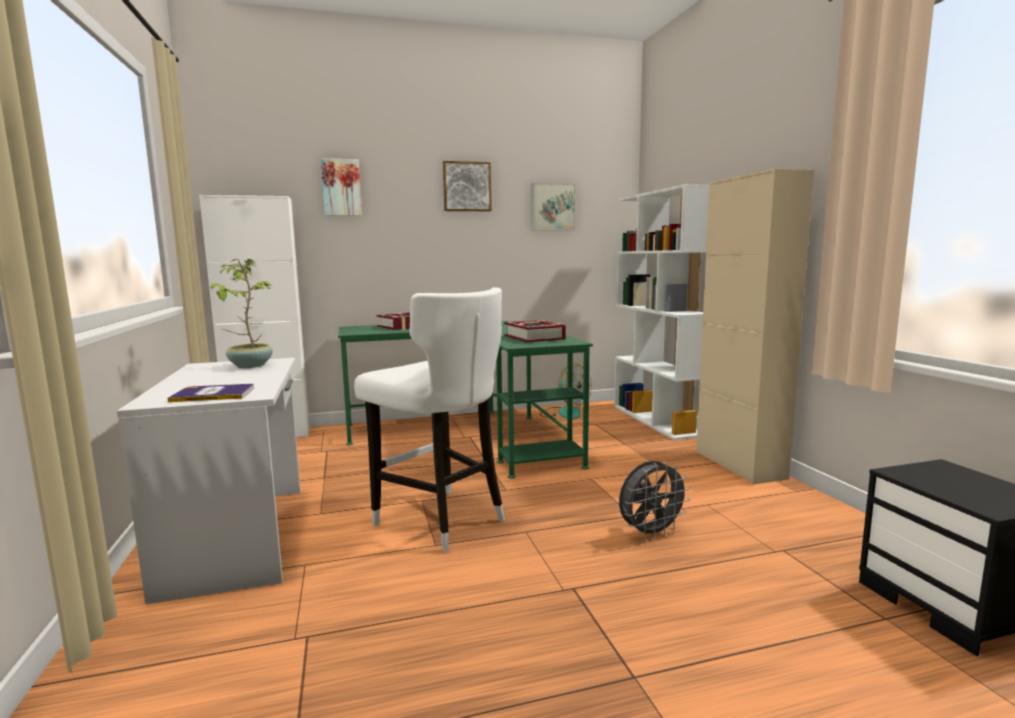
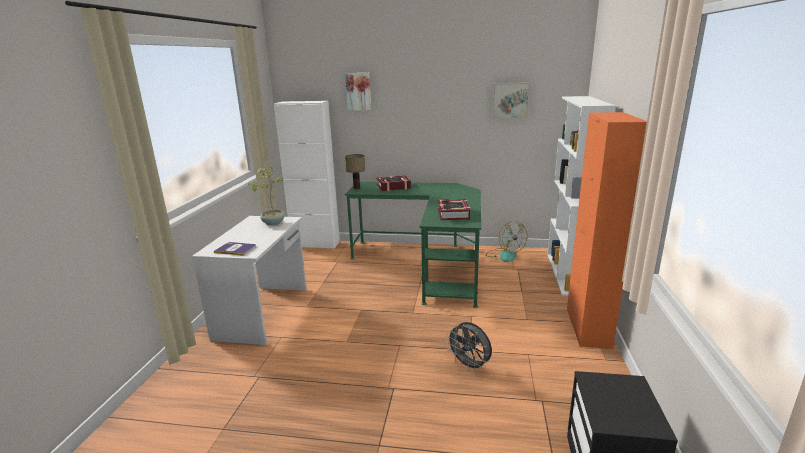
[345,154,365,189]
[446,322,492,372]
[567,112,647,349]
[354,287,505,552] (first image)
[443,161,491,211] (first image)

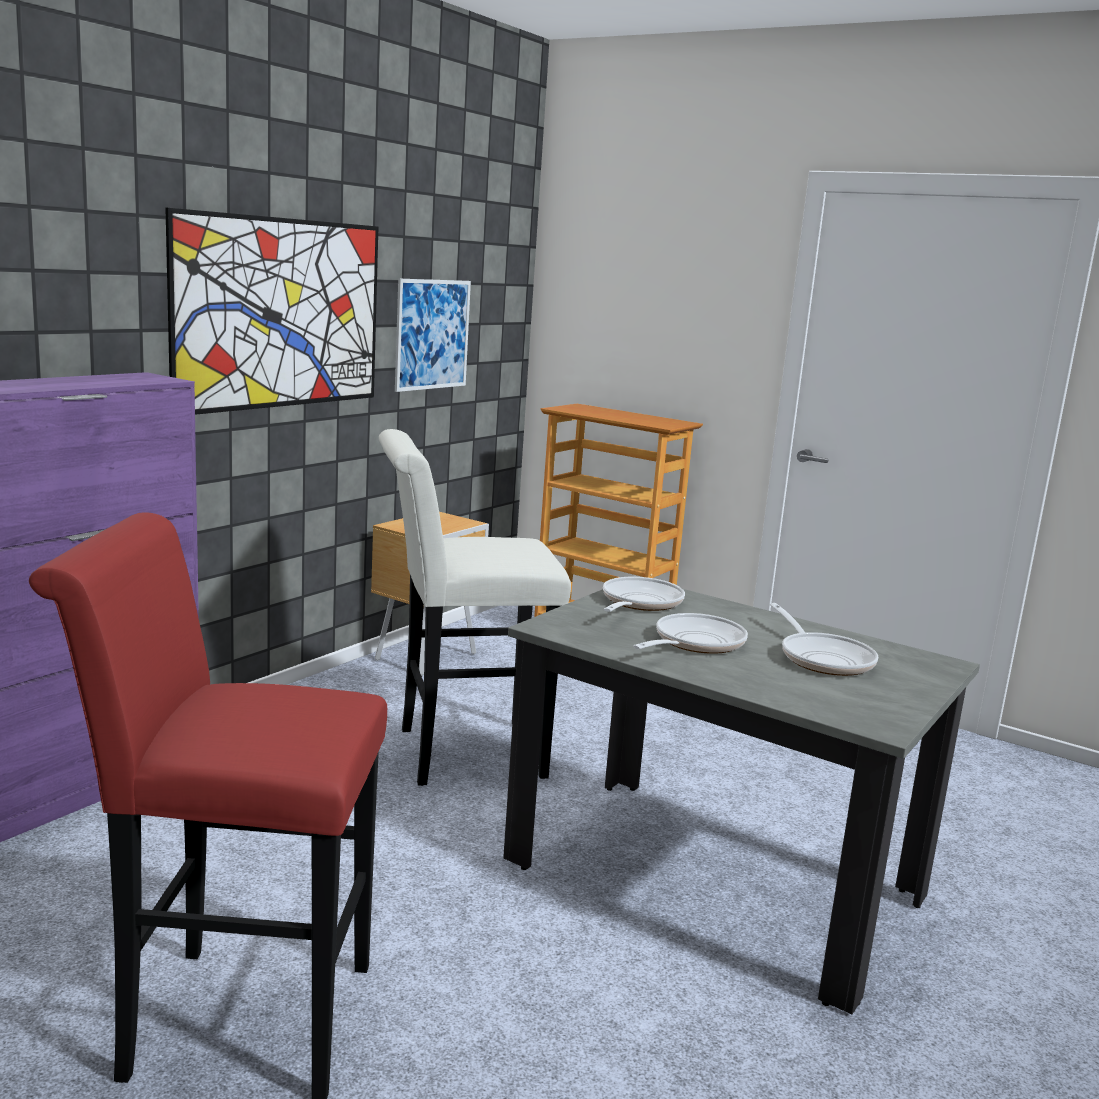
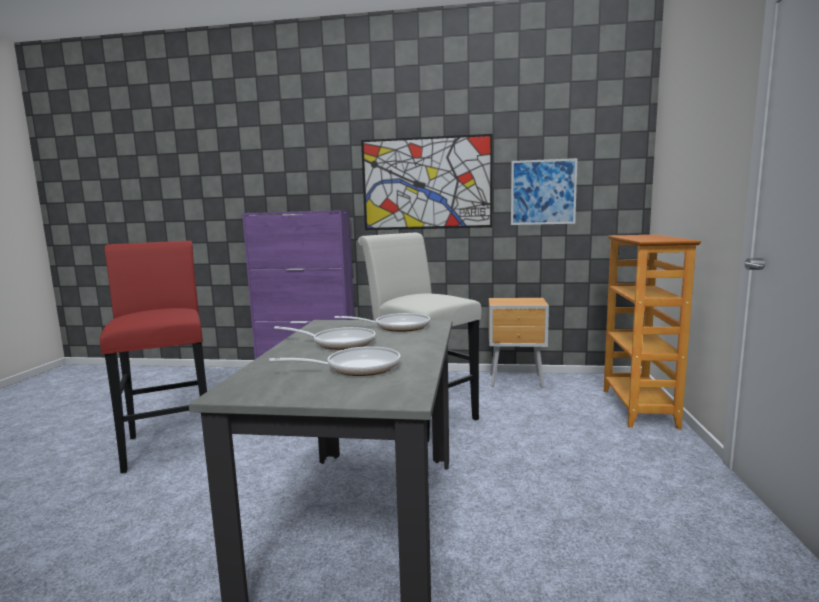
[269,346,401,376]

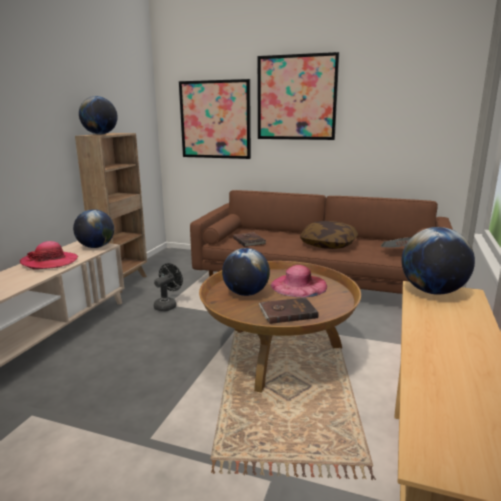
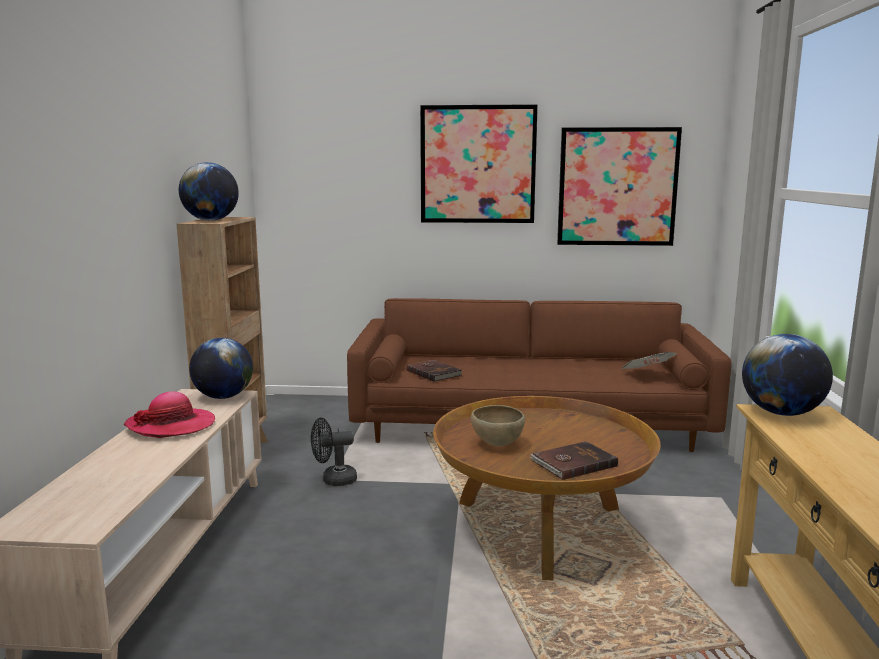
[311,418,357,486]
[471,405,525,446]
[557,127,682,246]
[271,265,327,297] (first image)
[300,221,358,249] (first image)

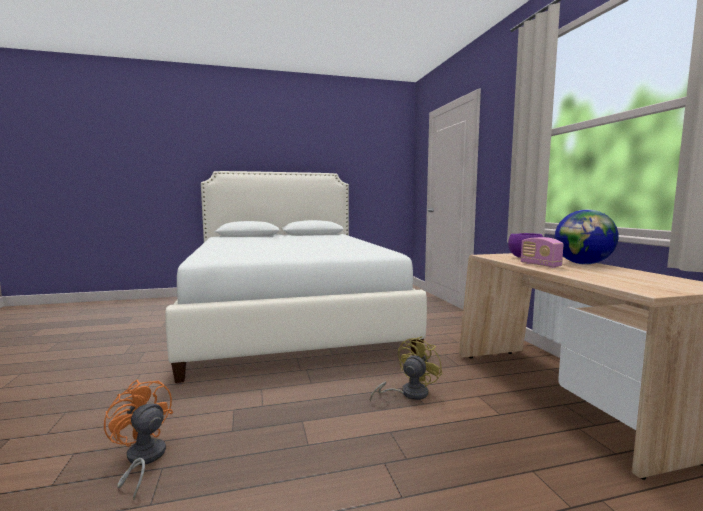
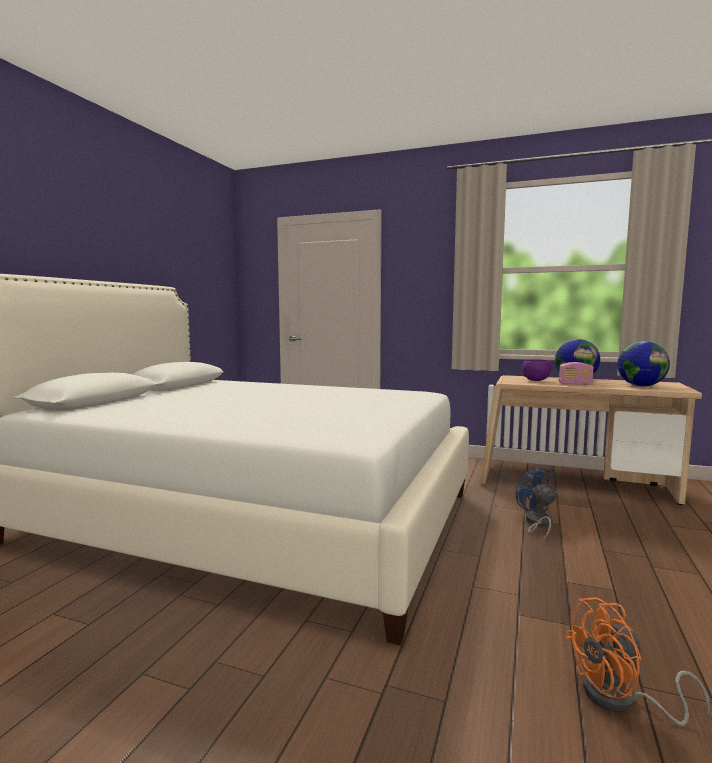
[516,465,557,541]
[617,341,670,387]

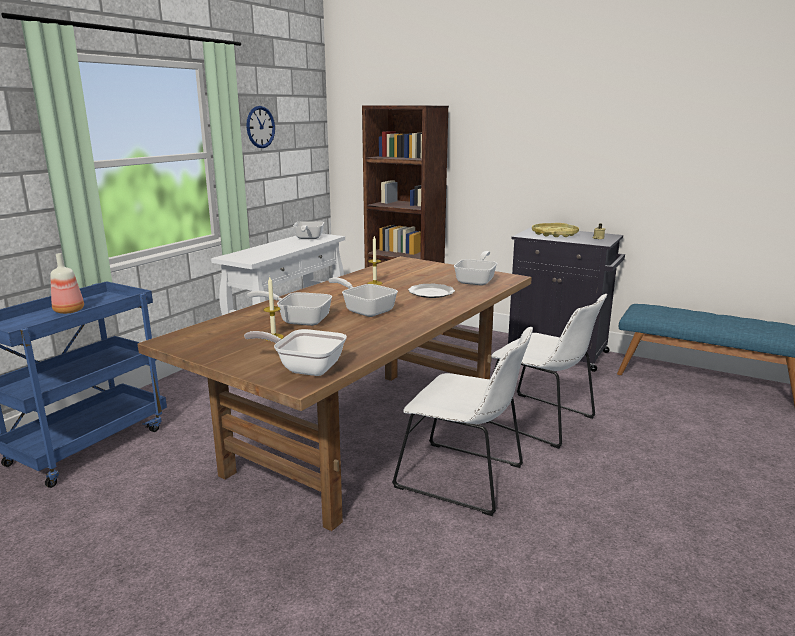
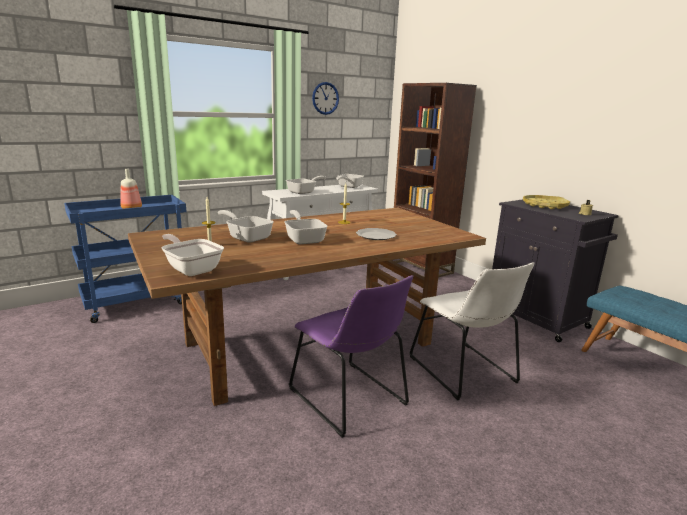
[286,176,326,194]
[289,275,413,438]

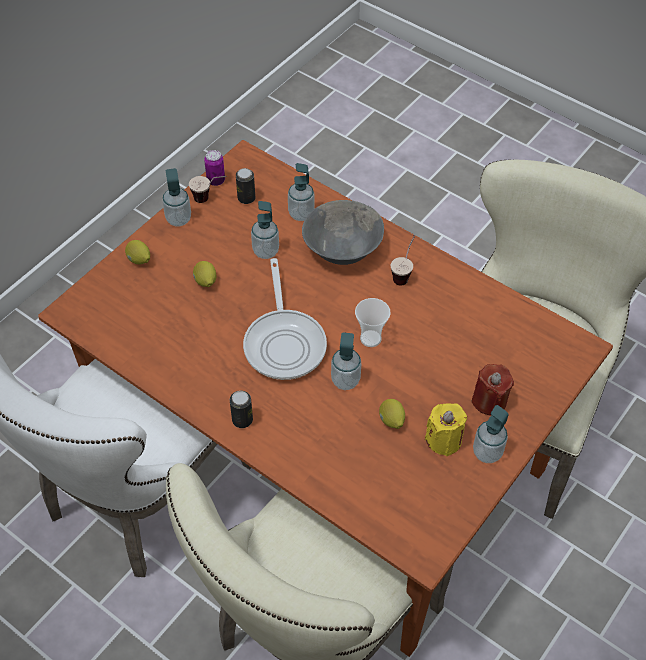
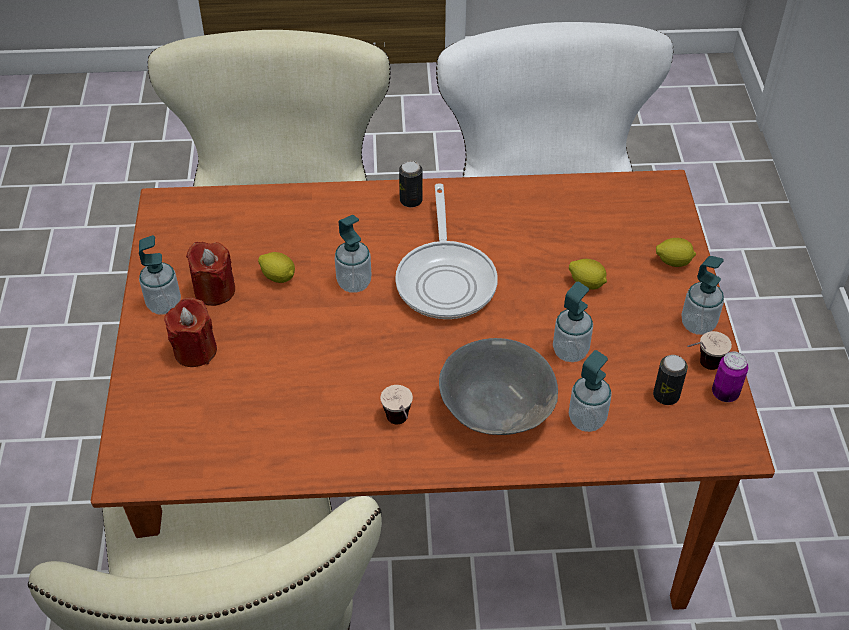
[186,242,235,306]
[395,184,498,319]
[355,298,391,347] (first image)

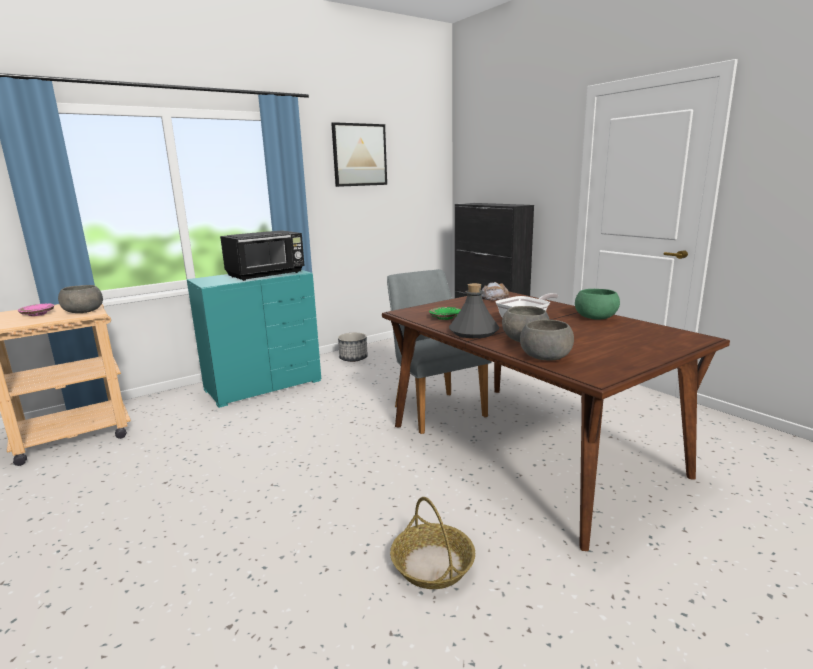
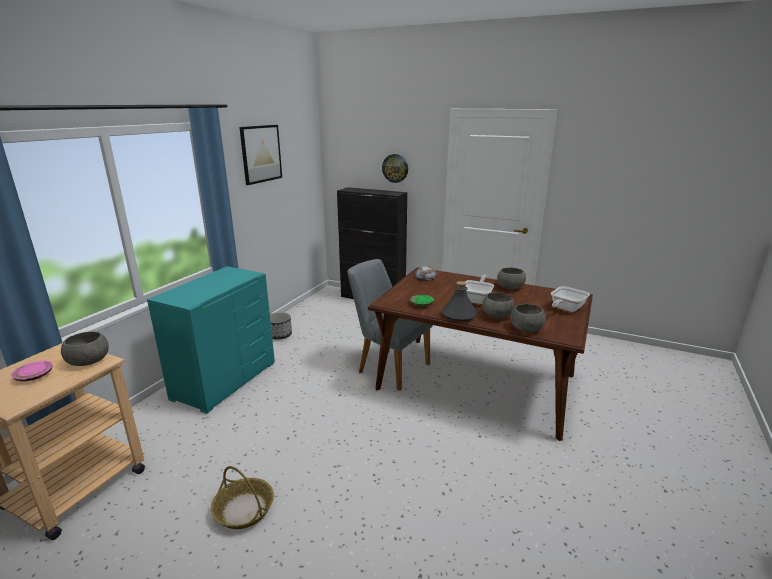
[211,466,274,529]
[382,154,408,183]
[497,267,526,290]
[551,286,590,312]
[220,230,305,281] (first image)

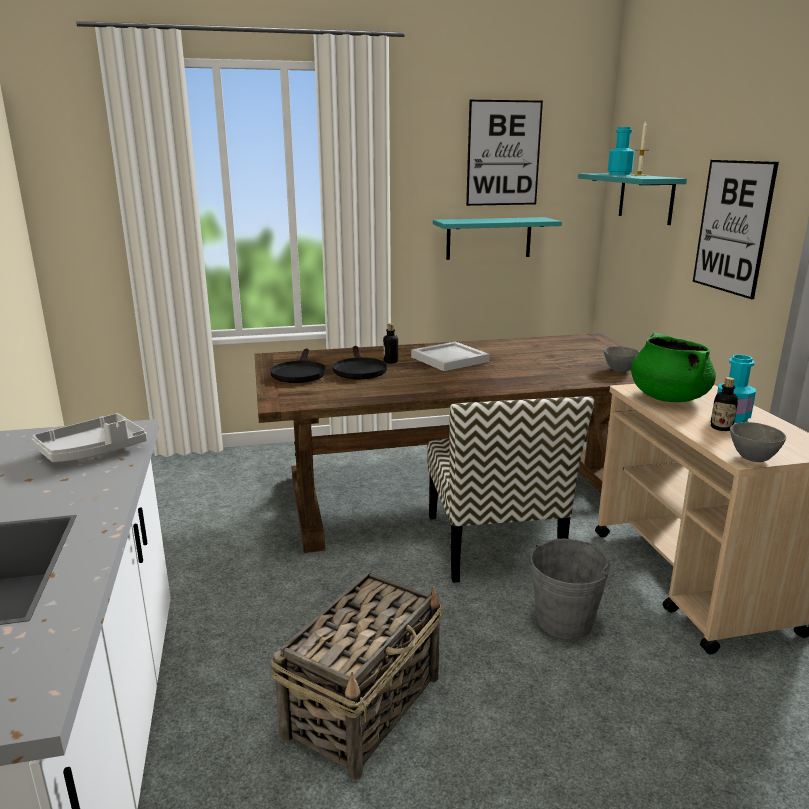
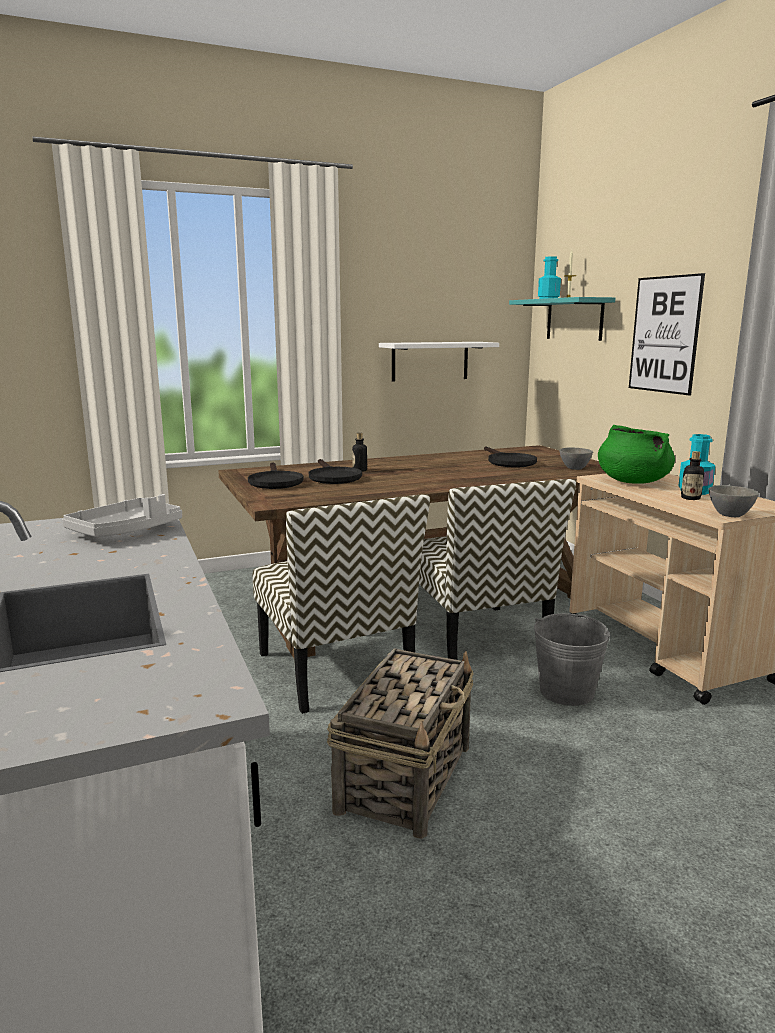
[253,494,430,714]
[379,342,499,382]
[484,446,537,468]
[411,342,490,371] (first image)
[466,100,543,206] (first image)

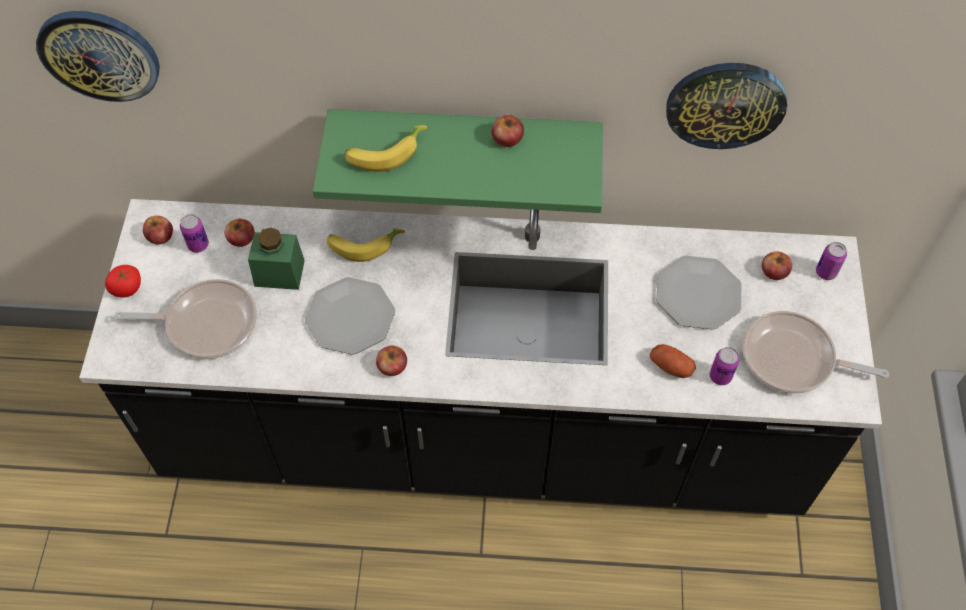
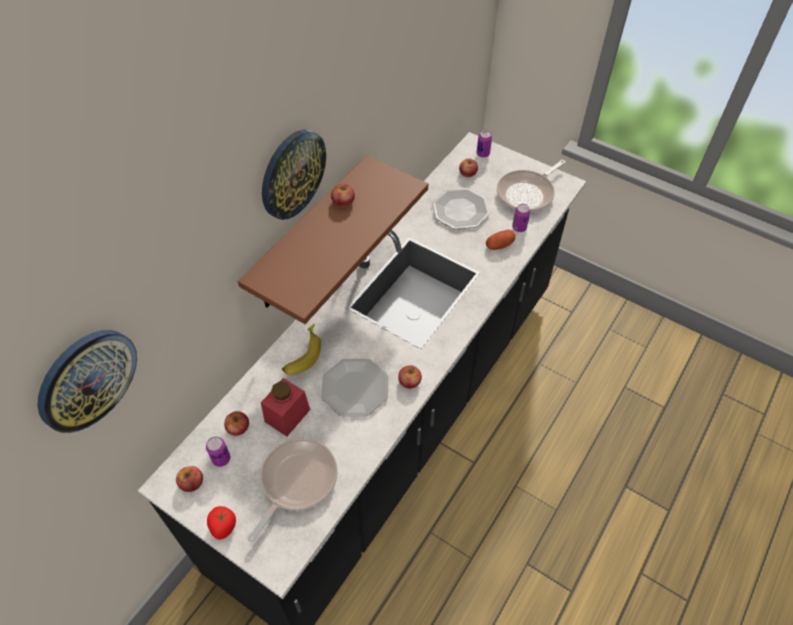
[238,155,428,324]
[261,378,310,437]
[262,129,326,220]
[345,125,427,172] (first image)

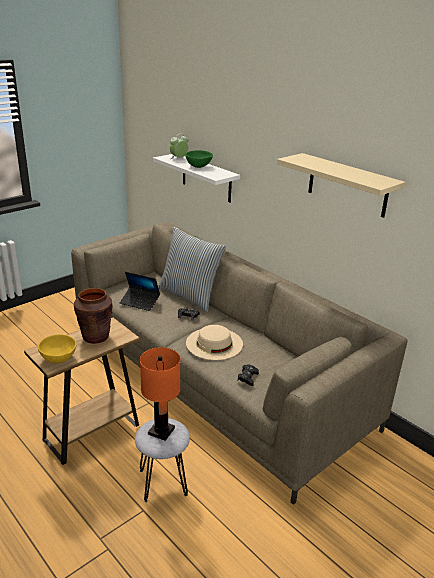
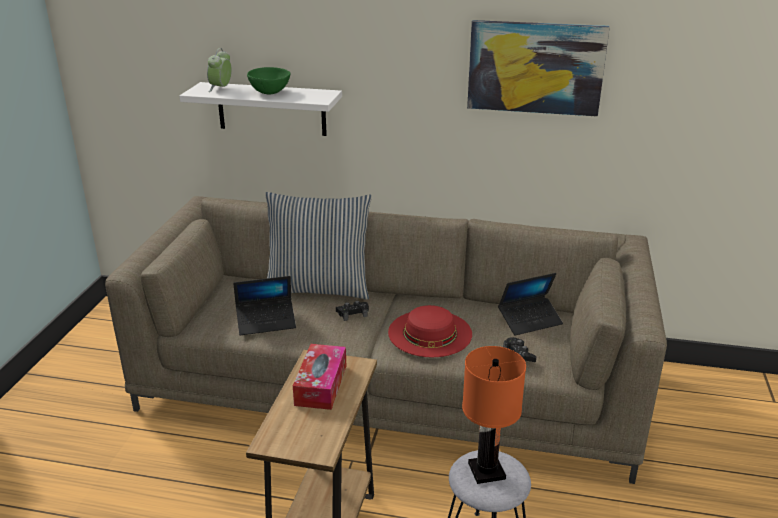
[293,344,346,410]
[388,305,472,357]
[467,20,610,117]
[498,273,563,336]
[38,334,77,363] (first image)

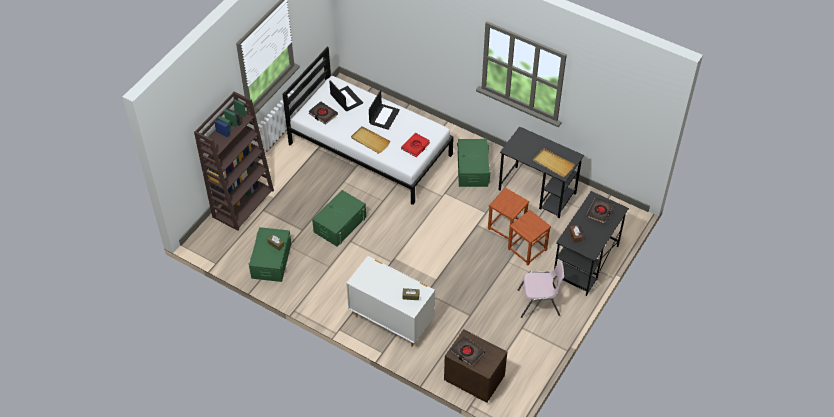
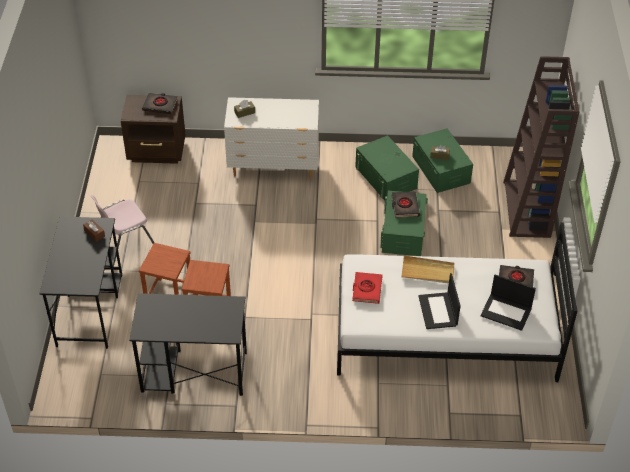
[355,135,419,200]
[391,191,420,218]
[533,148,575,177] (first image)

